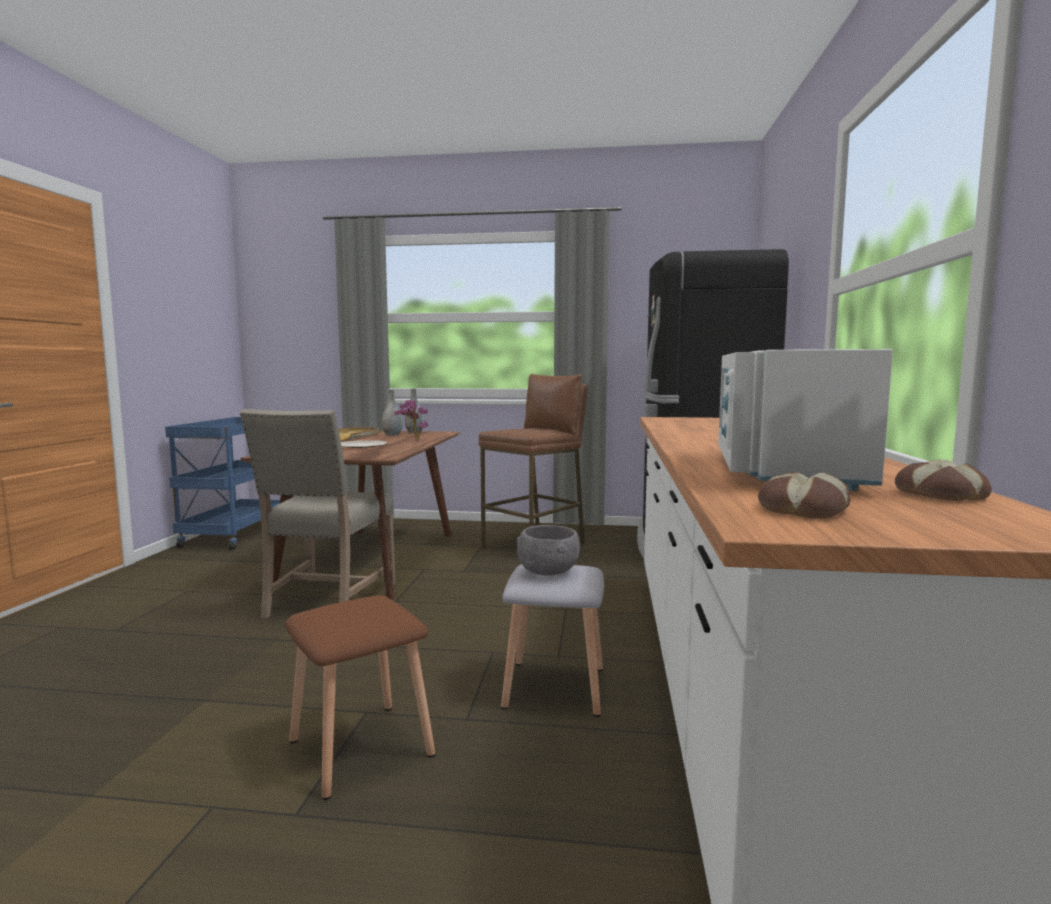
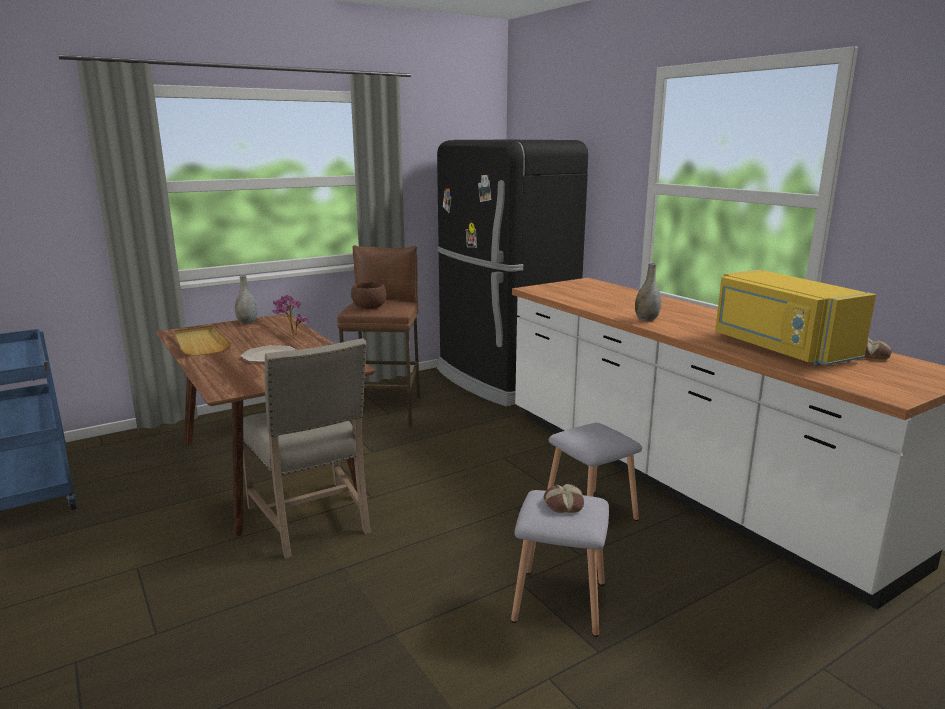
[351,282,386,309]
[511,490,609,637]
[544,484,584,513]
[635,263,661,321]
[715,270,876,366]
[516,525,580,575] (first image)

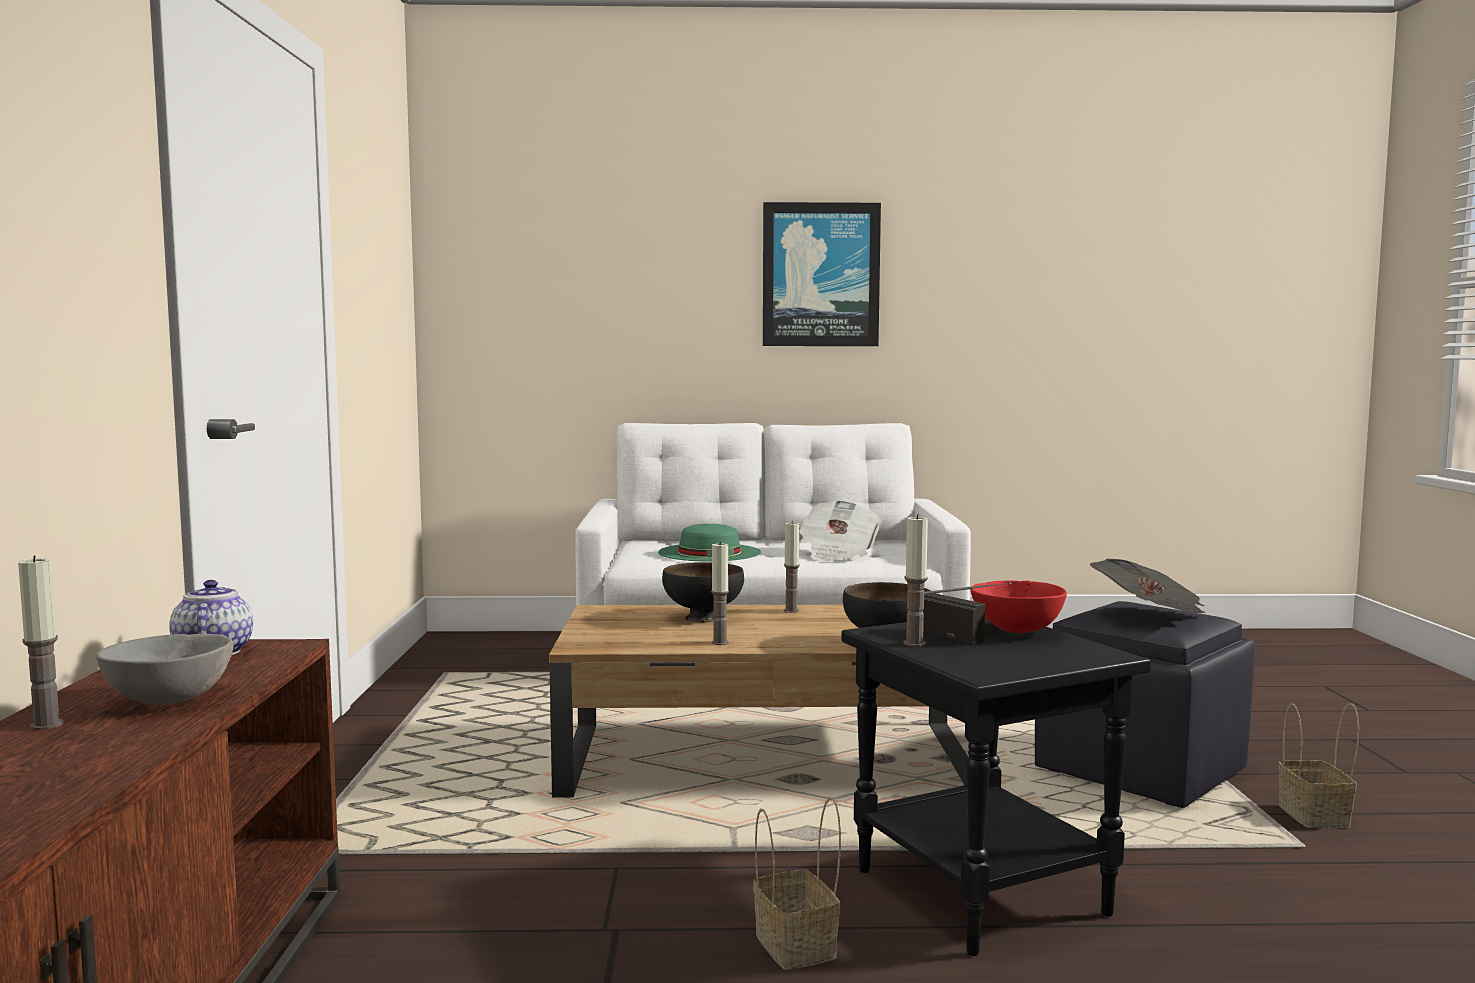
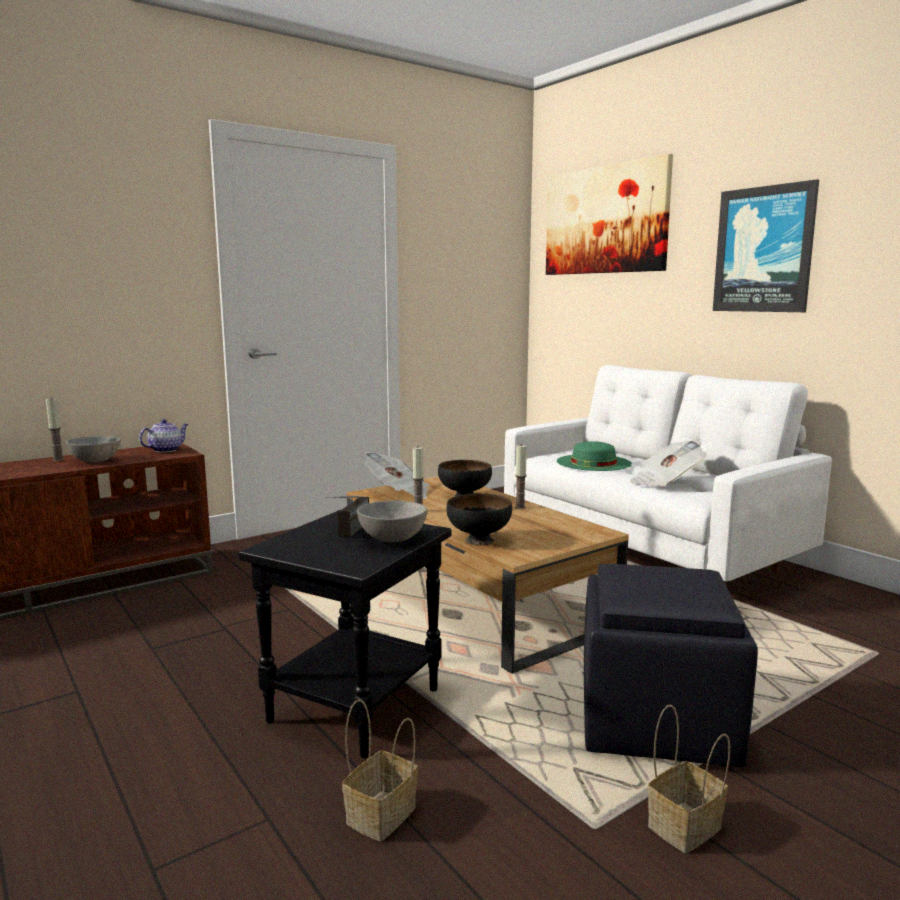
[342,699,418,841]
[357,501,428,542]
[364,452,430,499]
[546,154,673,275]
[903,514,928,647] (first image)

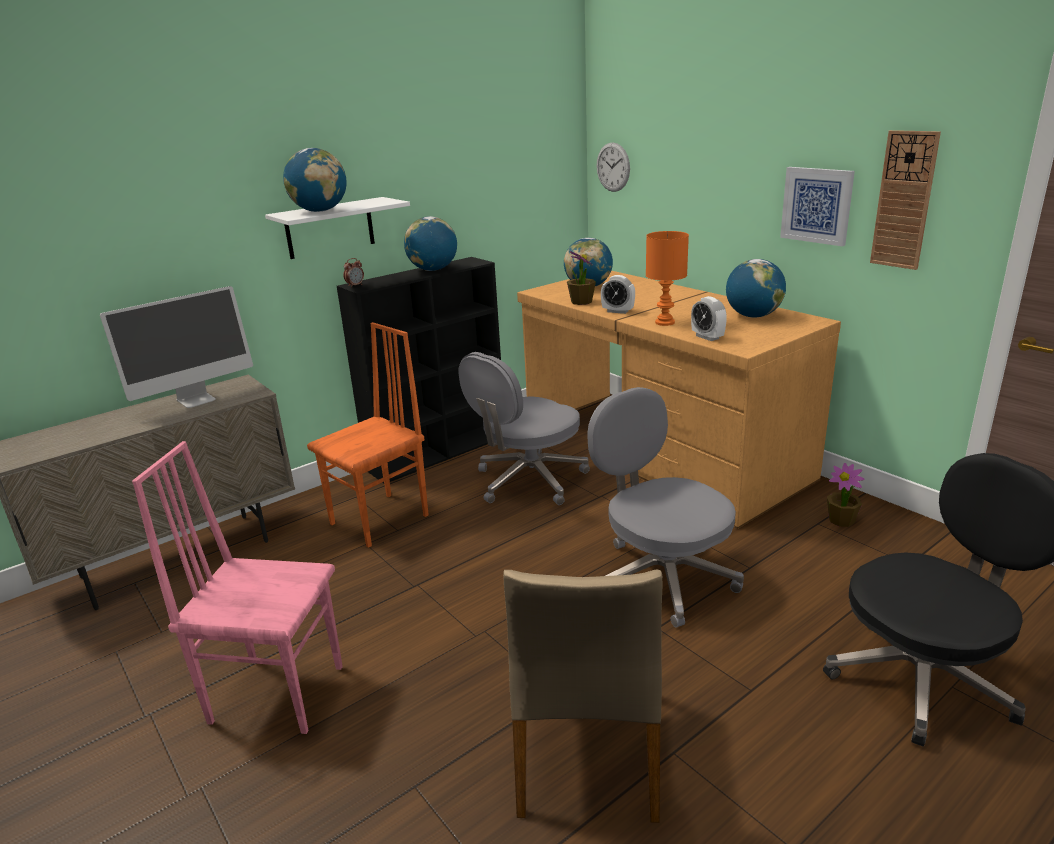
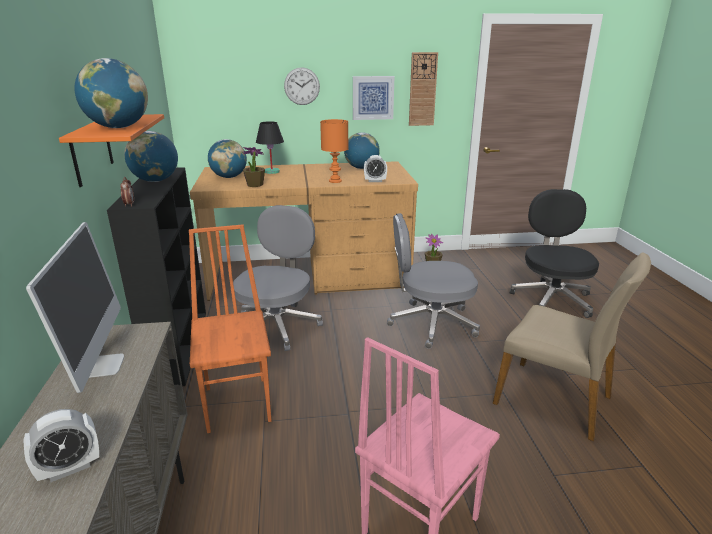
[23,409,99,482]
[59,114,164,187]
[233,205,323,351]
[256,121,284,174]
[284,67,320,105]

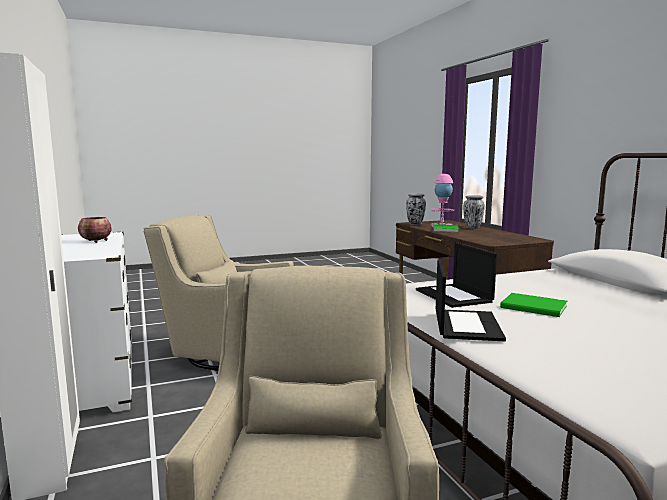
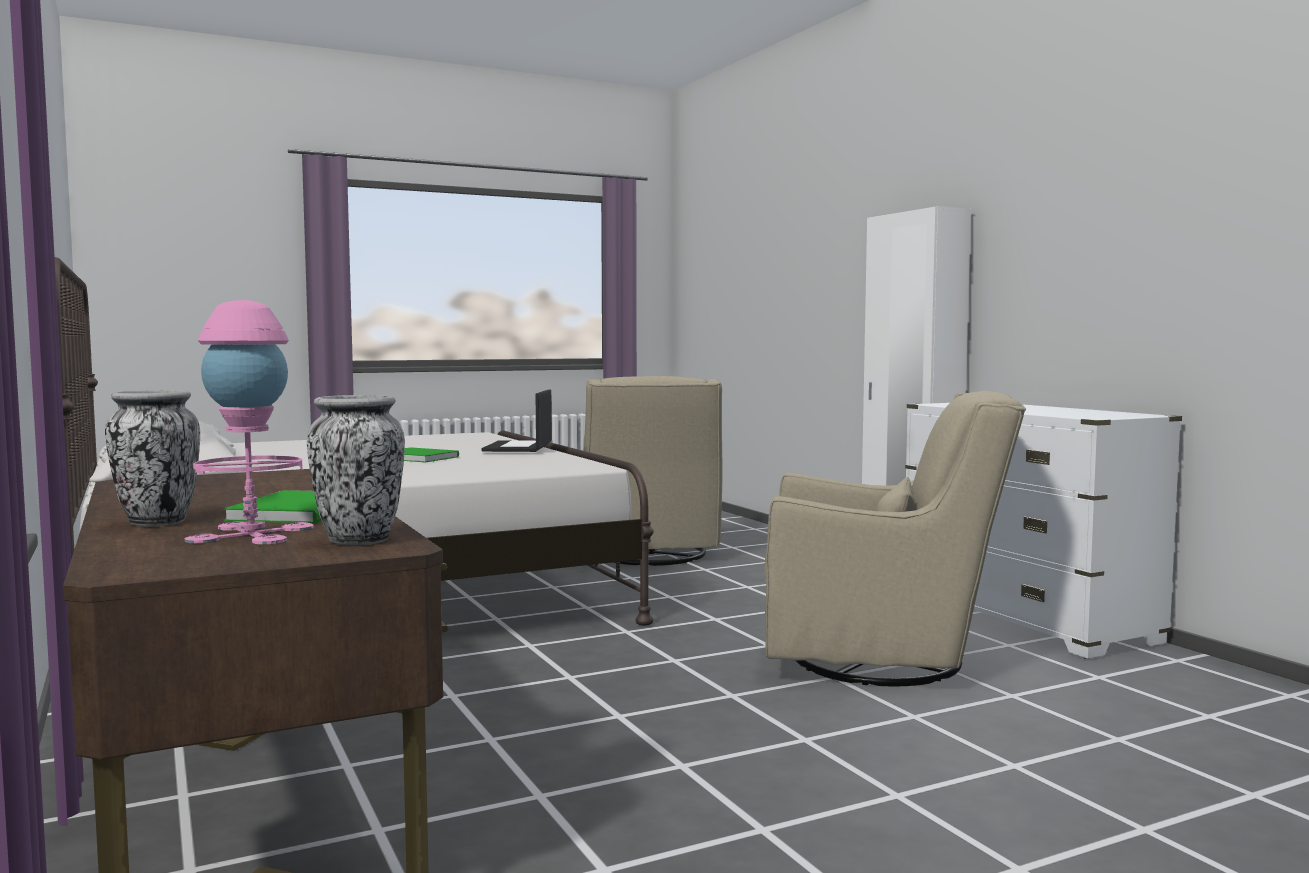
[78,217,111,243] (first image)
[416,242,497,308] (first image)

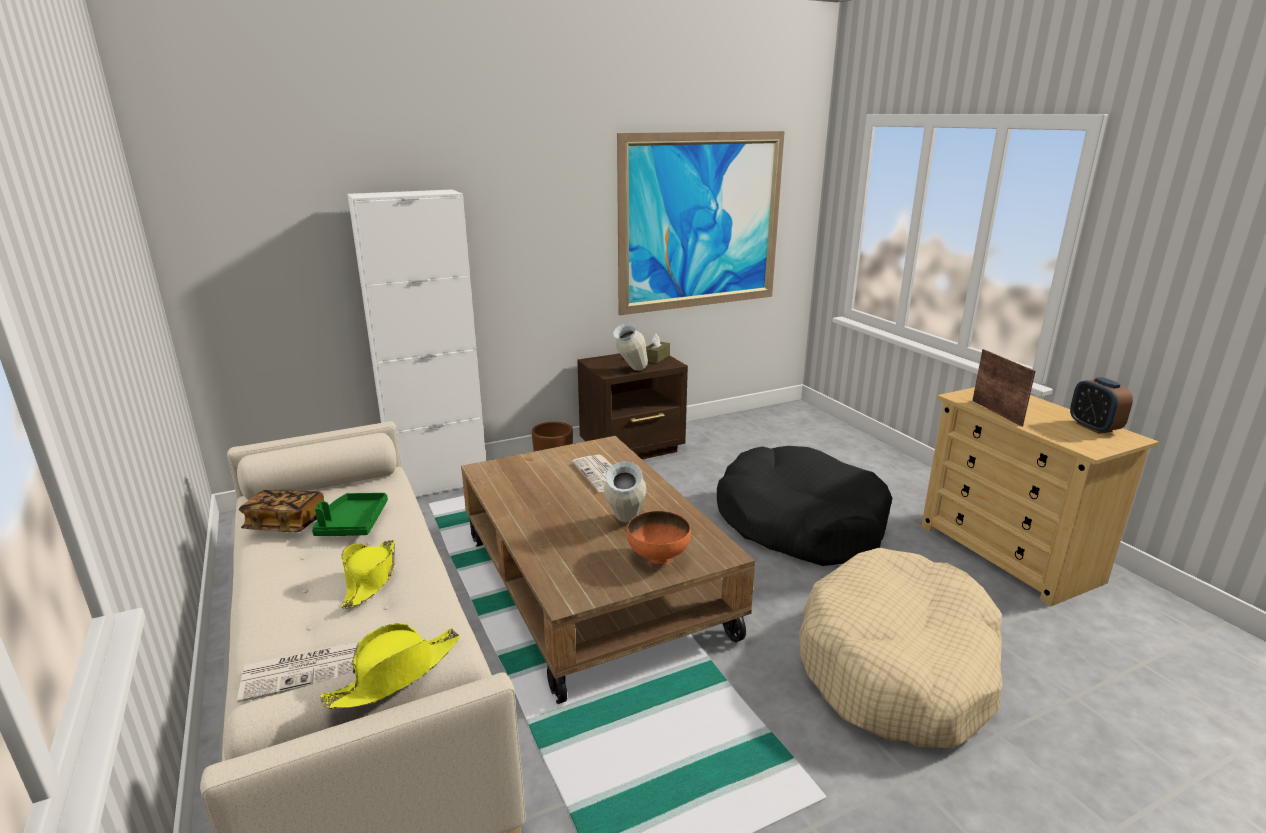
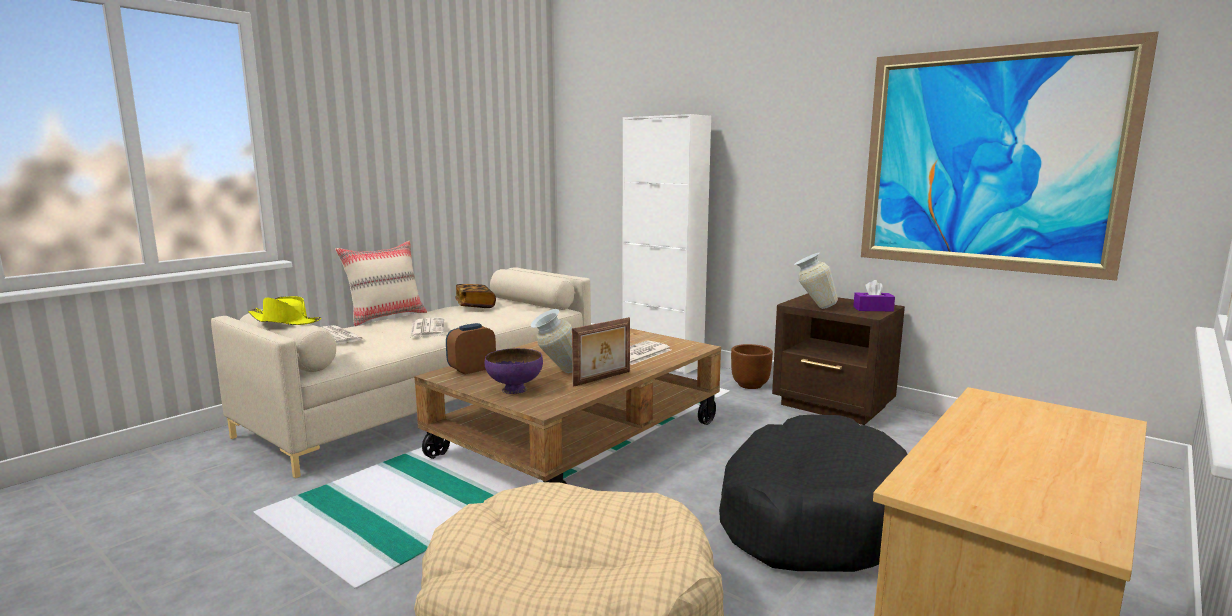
[335,241,427,326]
[410,318,444,337]
[446,323,496,375]
[485,348,543,394]
[572,317,630,387]
[853,280,895,311]
[312,493,388,536] (first image)

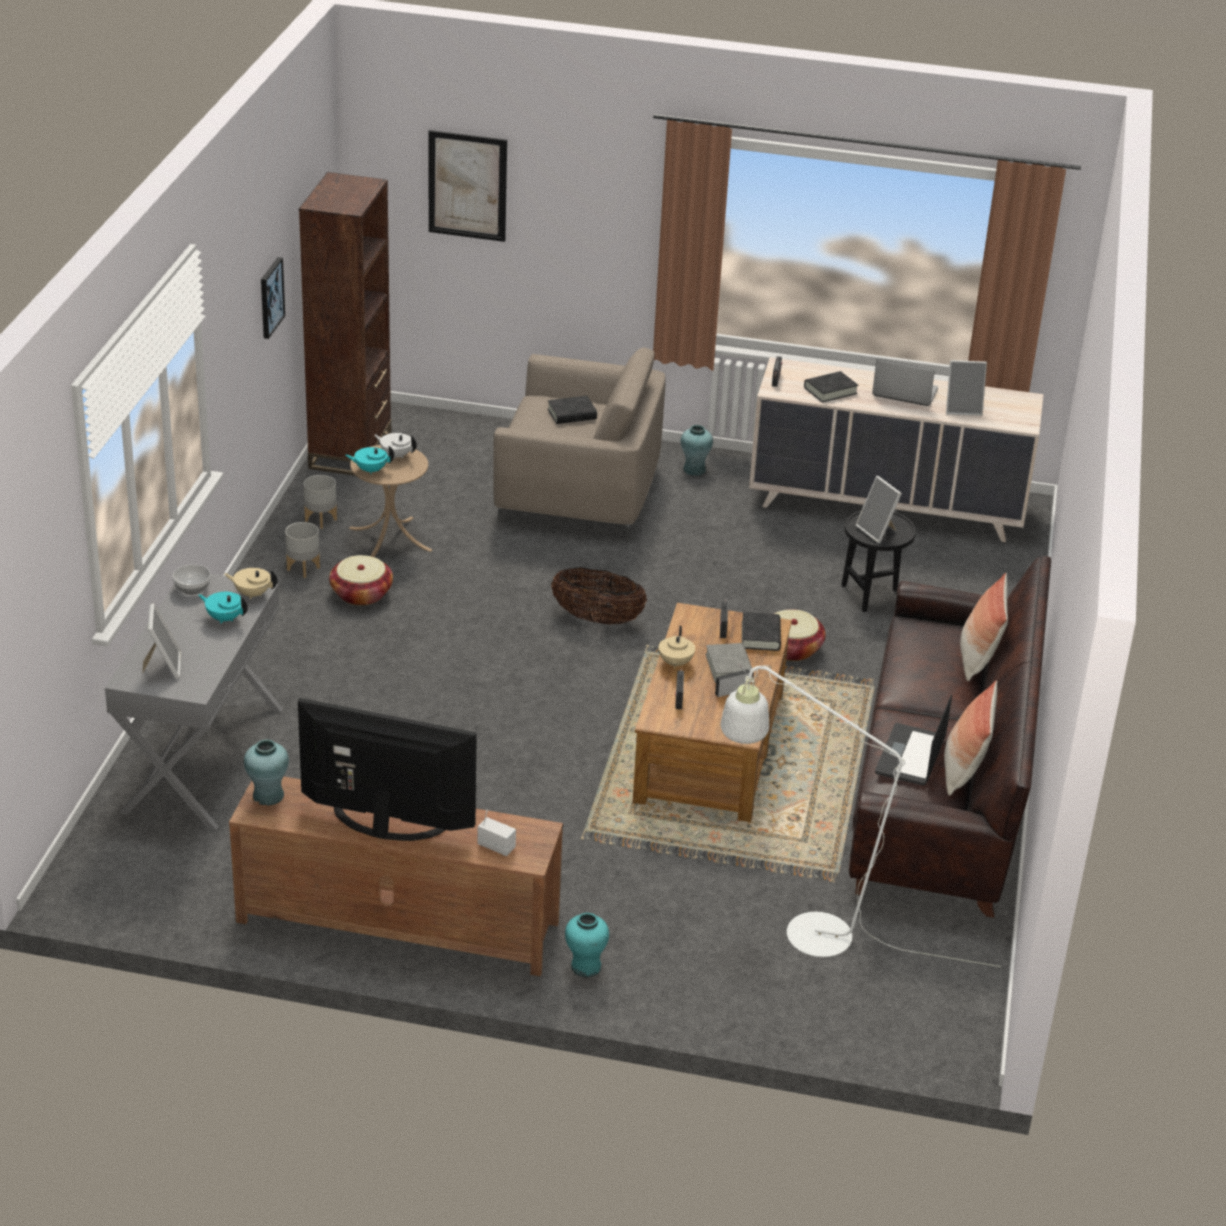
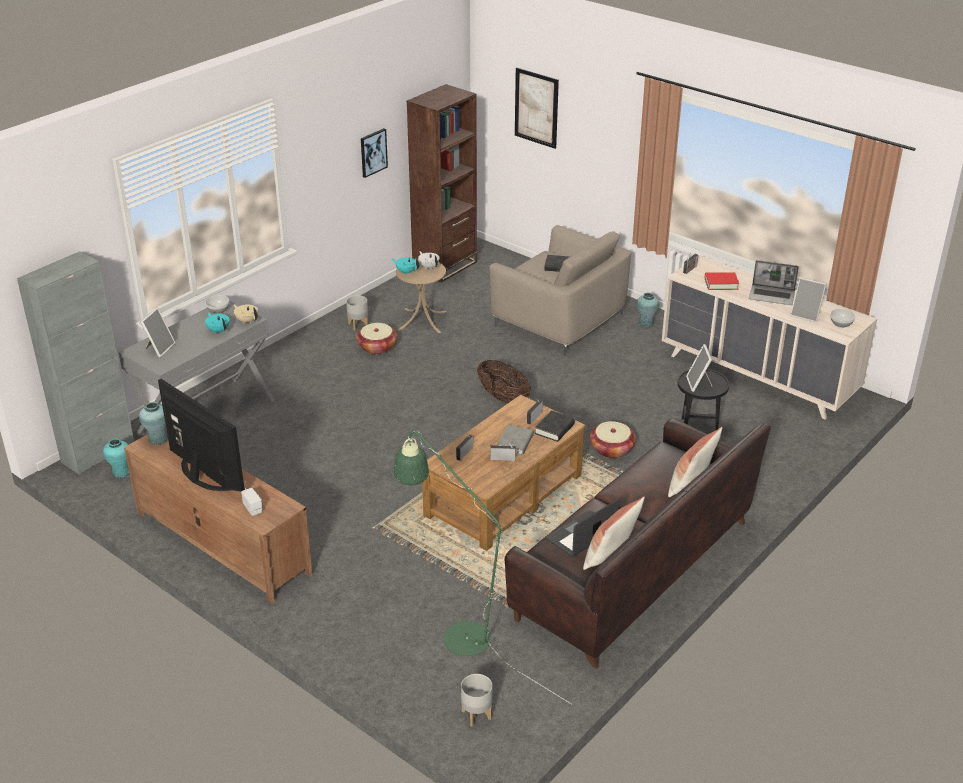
[17,251,134,475]
[103,438,129,479]
[394,430,571,704]
[461,674,492,727]
[705,272,739,290]
[749,260,799,305]
[831,309,855,328]
[658,626,695,669] (first image)

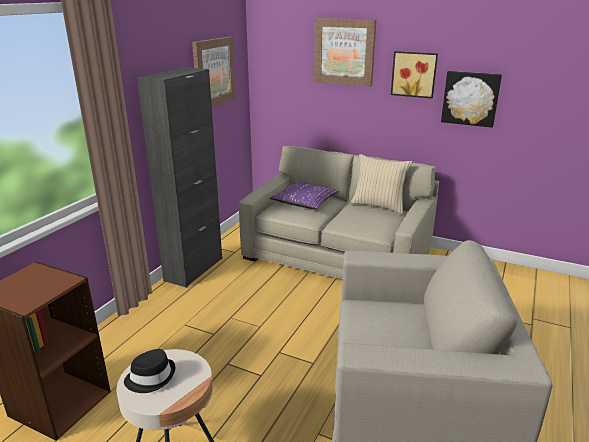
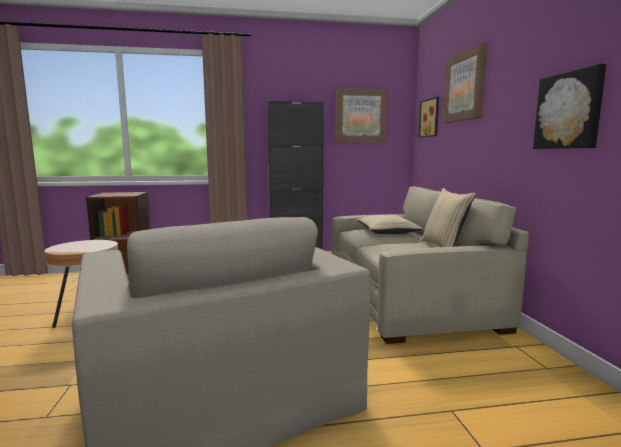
[357,215,423,234]
[419,97,439,138]
[124,349,176,393] (first image)

